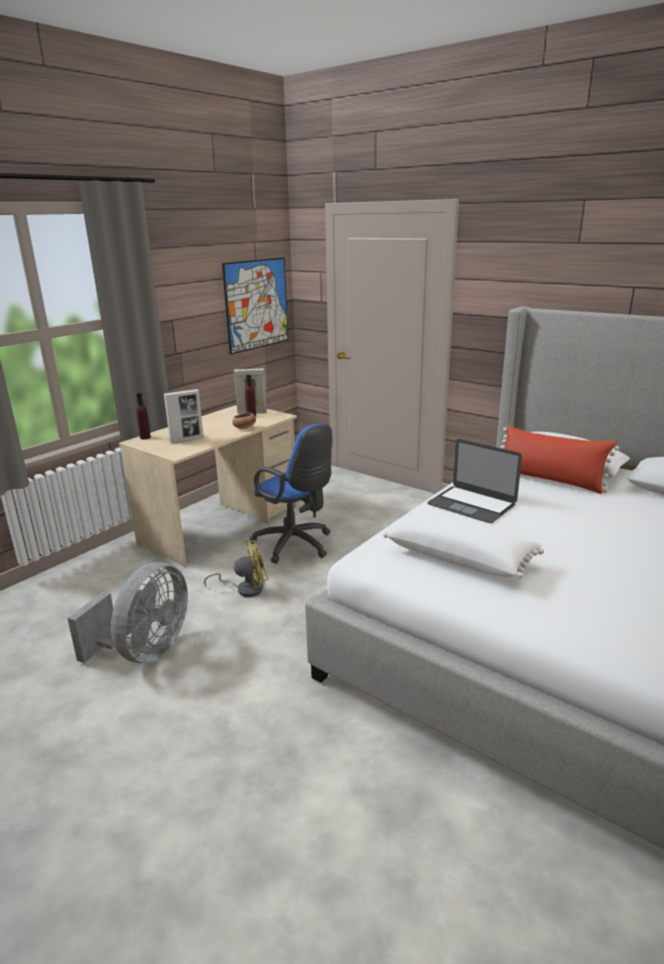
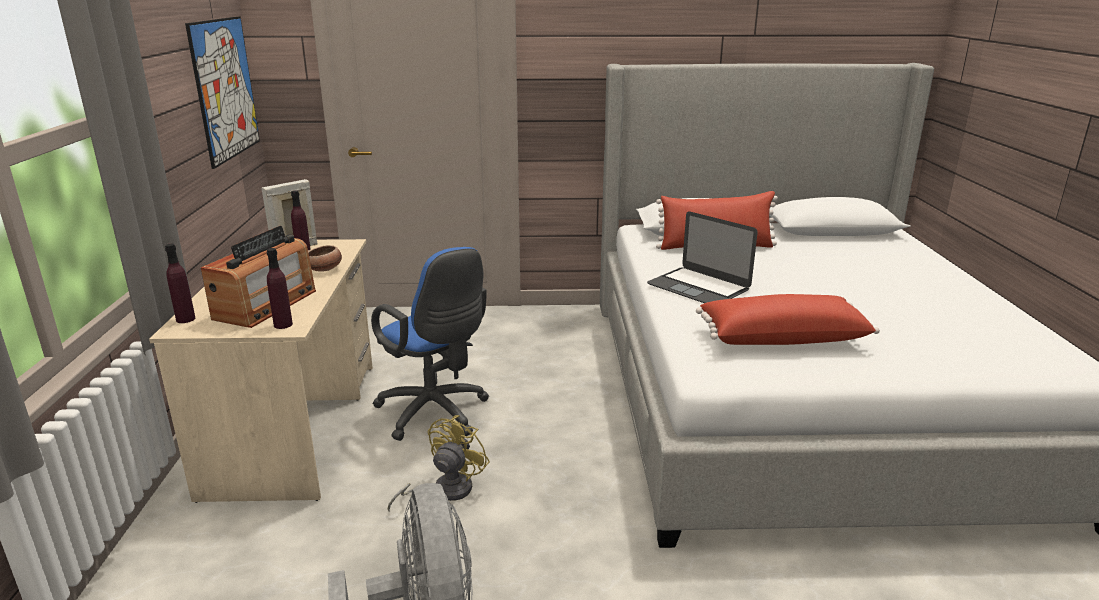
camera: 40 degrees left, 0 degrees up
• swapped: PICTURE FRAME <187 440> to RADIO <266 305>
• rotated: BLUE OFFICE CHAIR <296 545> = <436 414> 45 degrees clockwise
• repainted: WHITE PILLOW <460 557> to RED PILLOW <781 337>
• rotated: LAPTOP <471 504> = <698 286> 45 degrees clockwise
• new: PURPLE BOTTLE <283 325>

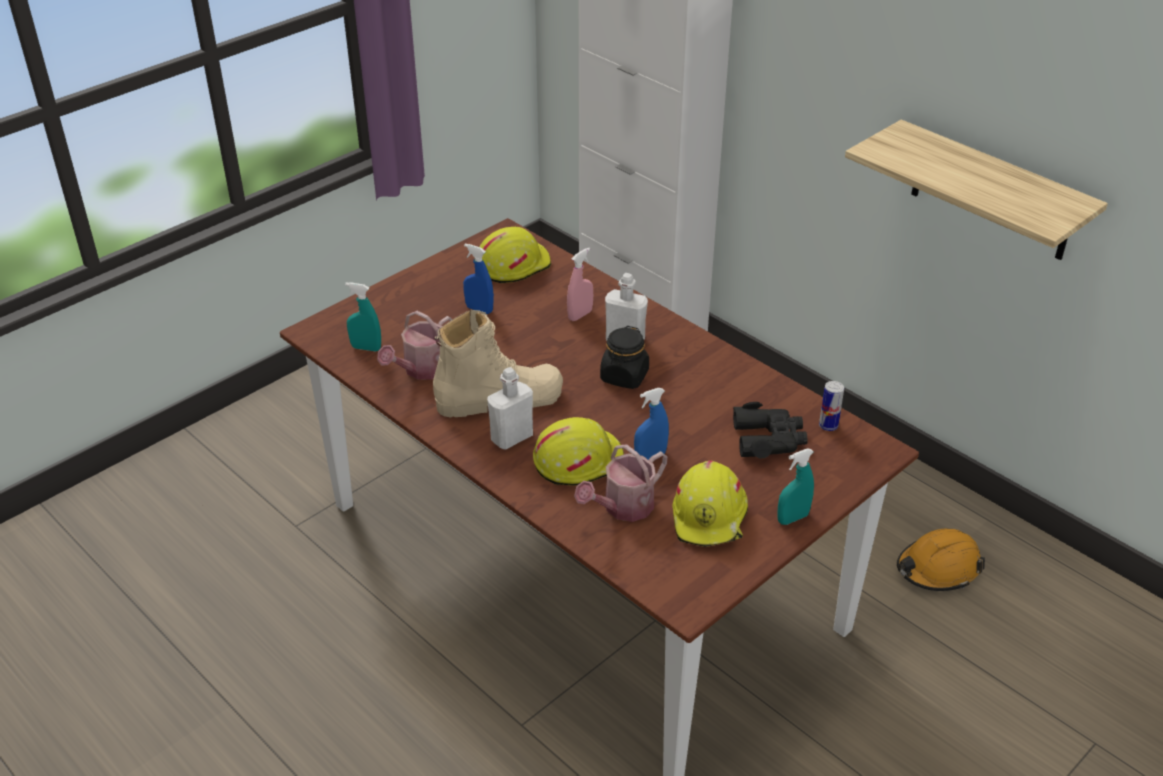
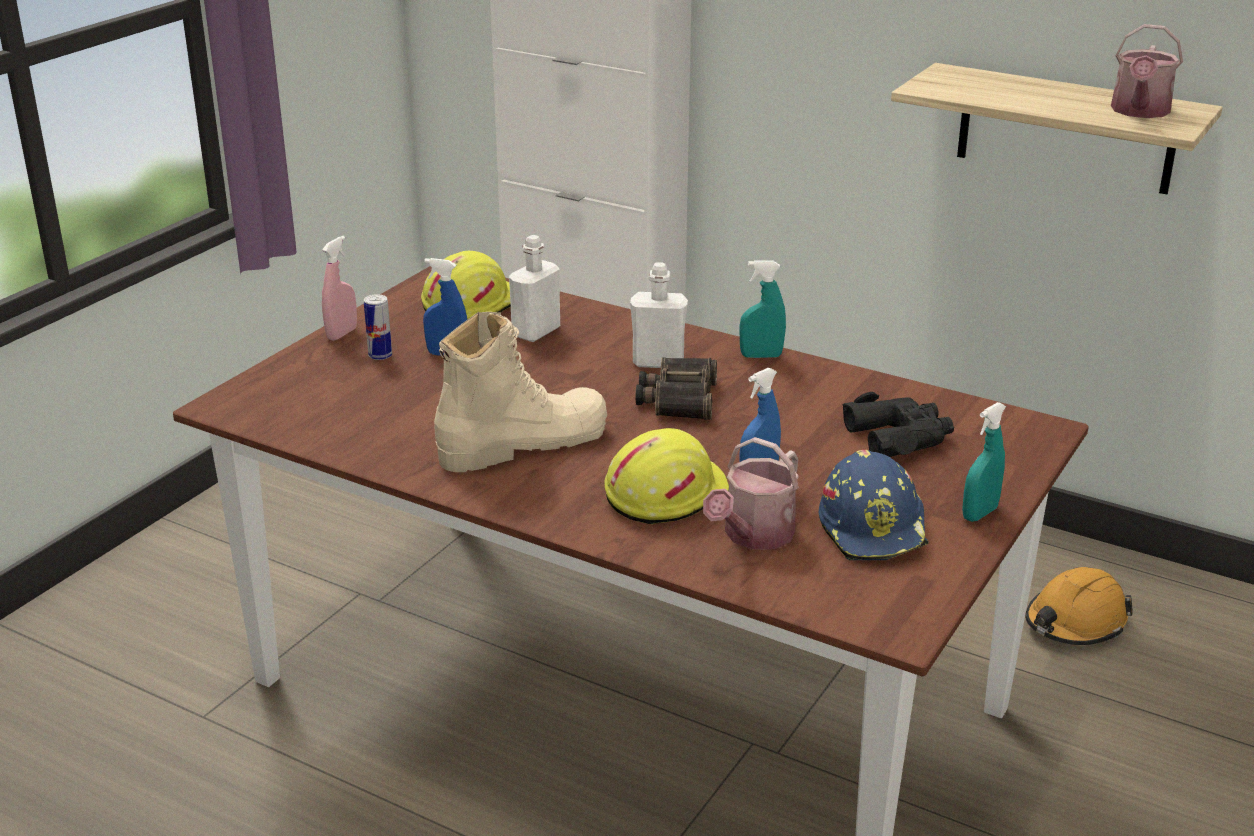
camera: 15 degrees left, 10 degrees down
• shifted: TURQUOISE SPRAY BOTTLE <366 348> to <761 356>
• shifted: WATERING CAN <421 370> to <1139 112>
• shifted: WHITE BOTTLE <512 437> to <536 332>
• shifted: PINK SPRAY BOTTLE <580 315> to <342 334>
• swapped: BLACK JAR <624 376> to BINOCULARS <678 398>
• repainted: YELLOW HARD HAT <710 517> to BLUE HARD HAT <874 528>
• shifted: CAN <828 425> to <380 356>

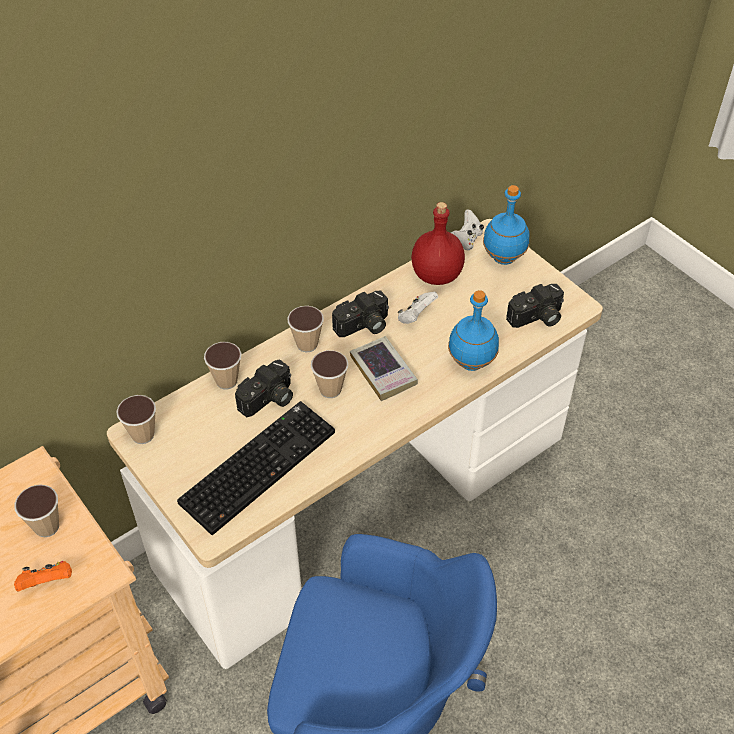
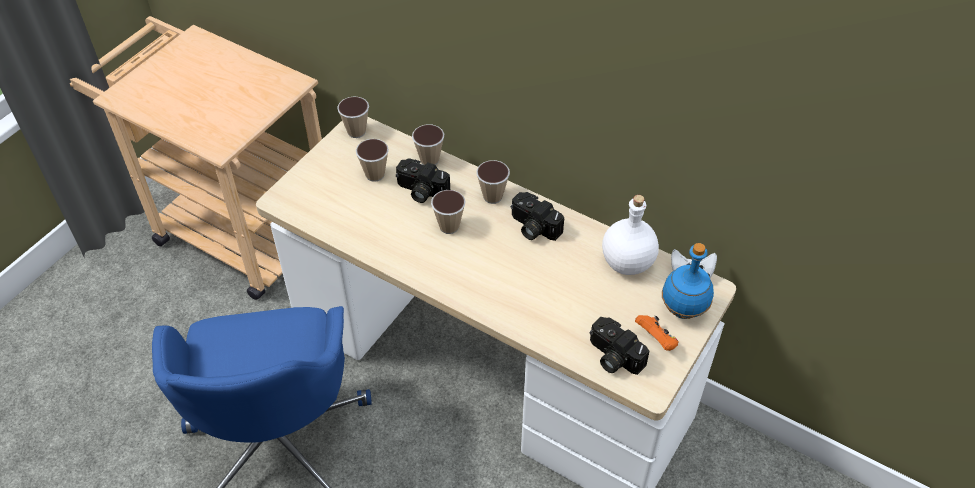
camera: 70 degrees right, 0 degrees up
• shifted: CUP <47 526> to <375 174>
• shifted: ORANGE GAME CONTROLLER <47 583> to <656 340>
• gone: KEYBOARD <258 464>
• gone: BOOK <383 372>
• gone: WHITE GAME CONTROLLER <416 317>
• repainted: RED BOTTLE <437 274> to WHITE BOTTLE <628 263>
• gone: BLUE BOTTLE <470 362>

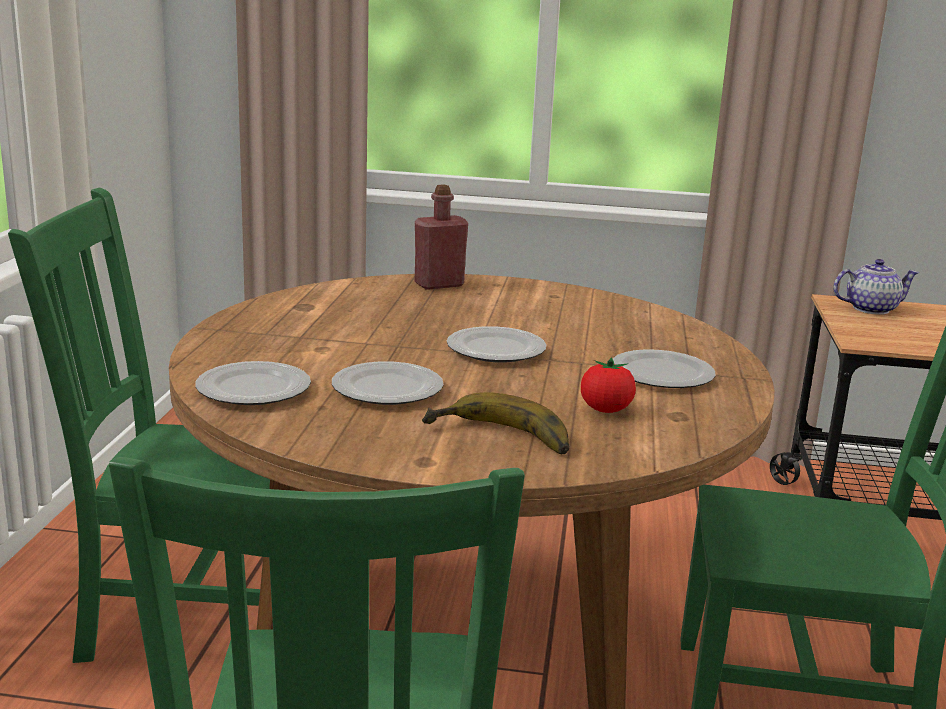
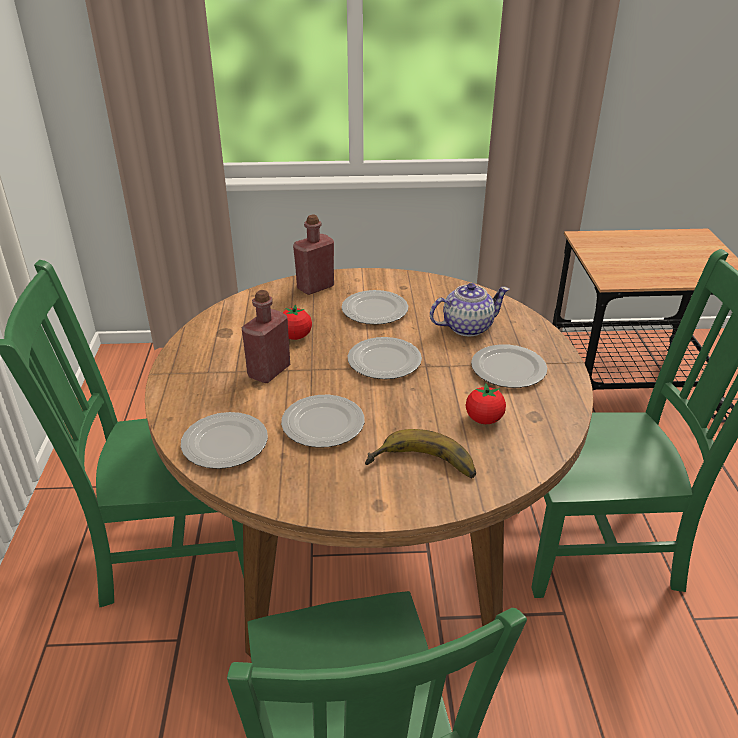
camera: 10 degrees left, 15 degrees up
• shifted: TEAPOT <870 309> to <466 327>
• new: RED BOTTLE <269 371>
• new: TOMATO <295 336>
• new: PLATE <375 311>

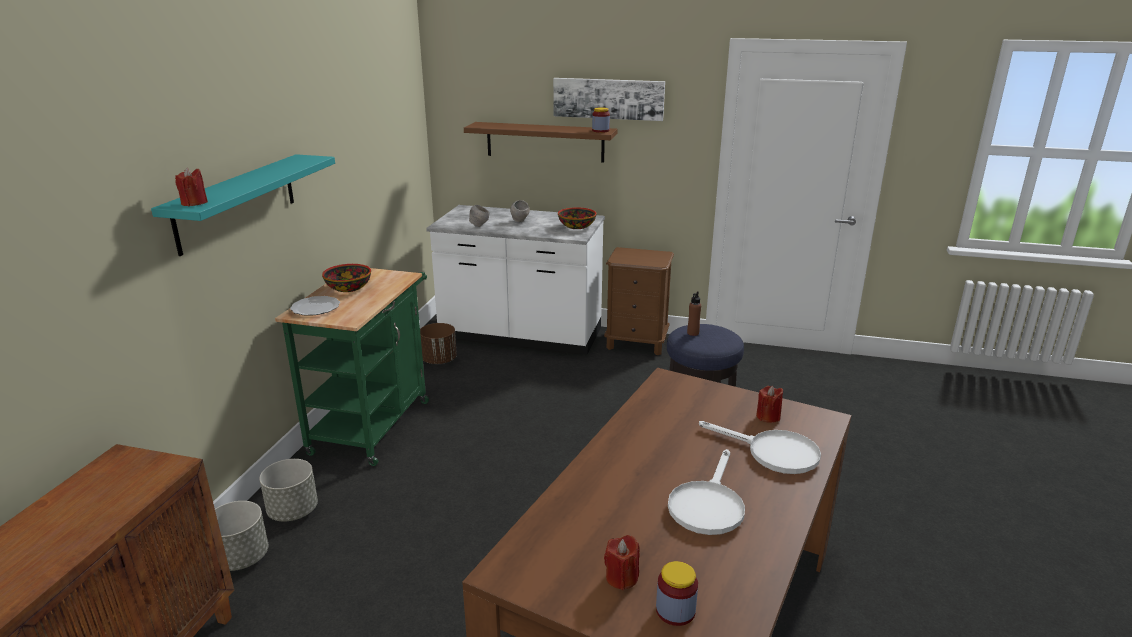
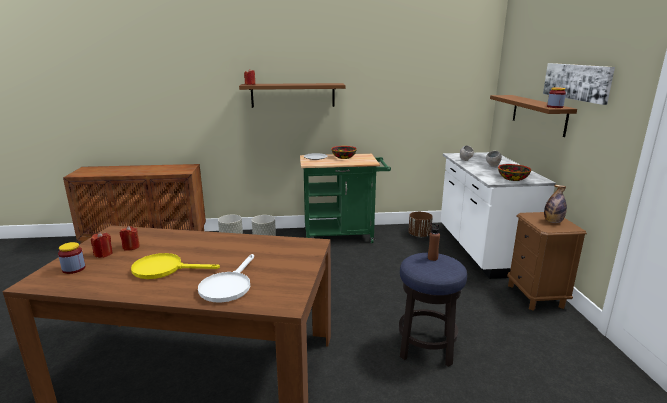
camera: 70 degrees right, 5 degrees down
• repainted: TURQUOISE SHELF <237 202> to BROWN SHELF <293 95>
• repainted: WHITE FRYING PAN <707 505> to YELLOW FRYING PAN <164 269>
• shifted: RED CANDLE <768 416> to <131 247>
• new: BOTTLE <552 222>

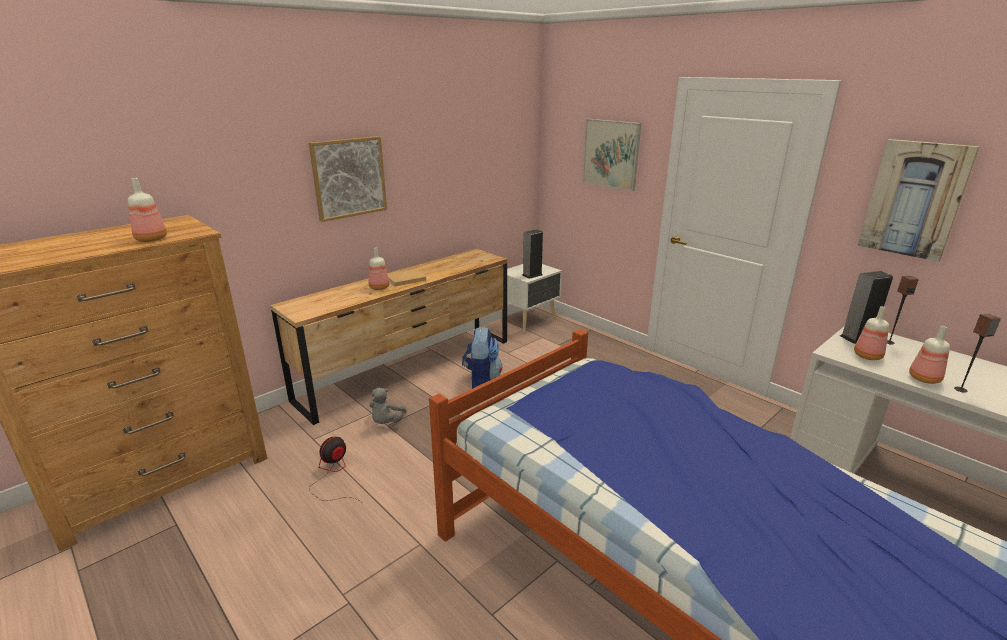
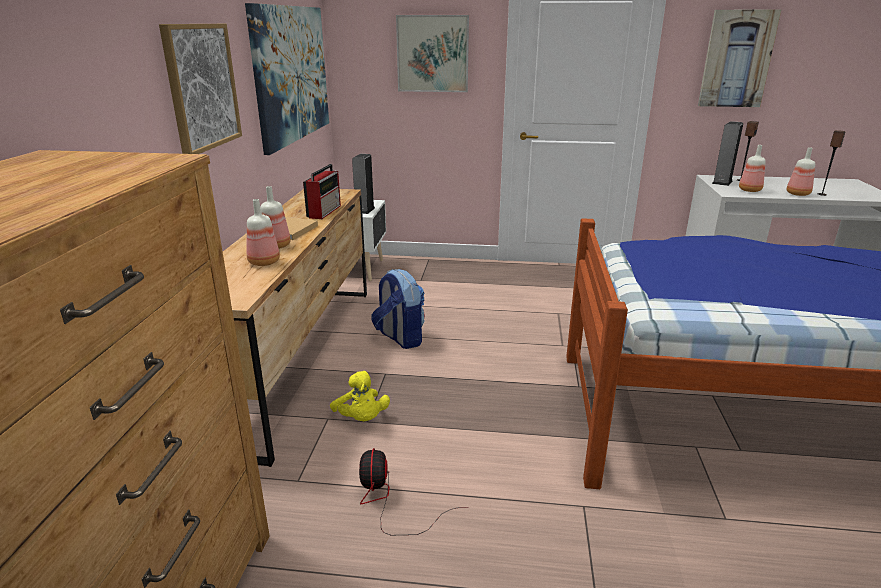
camera: 40 degrees left, 0 degrees up
• shifted: BOTTLE <151 239> to <263 262>
• repainted: GREY PLUSH TOY <386 422> to YELLOW PLUSH TOY <361 419>
• new: PICTURE <292 74>
• new: RADIO <325 211>

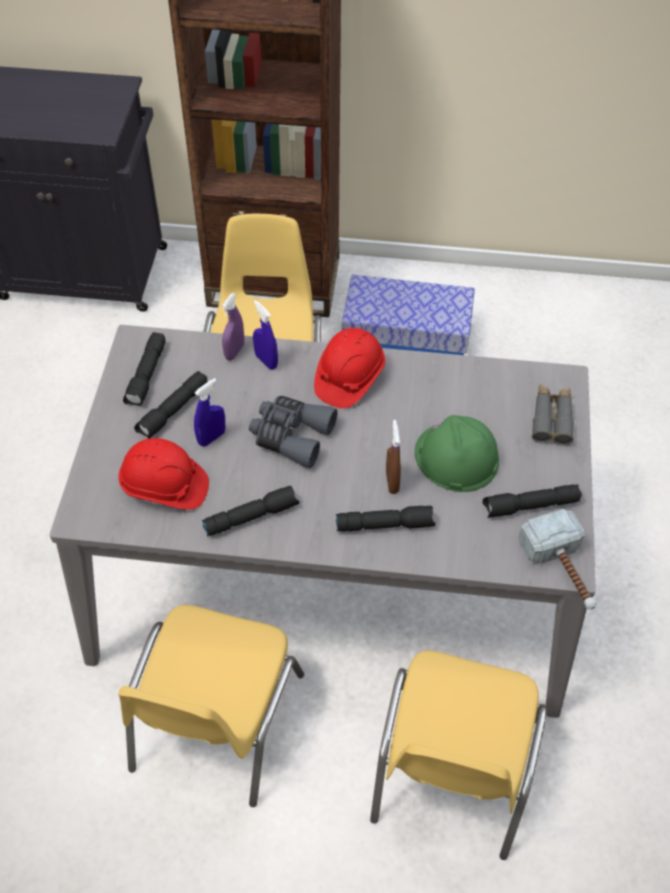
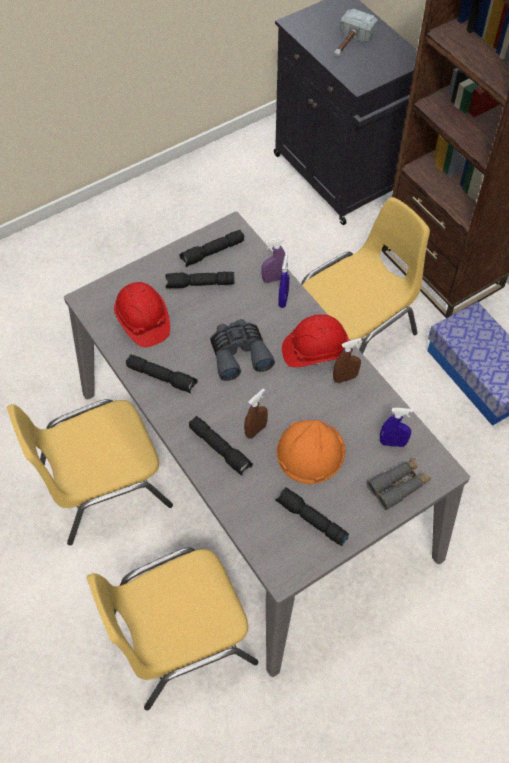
camera: 50 degrees right, 5 degrees up
• shifted: BLUE SPRAY BOTTLE <211 438> to <393 443>
• repainted: GREEN HARD HAT <456 457> to ORANGE HARD HAT <310 451>
• shifted: HAMMER <563 571> to <349 44>
• new: BROWN SPRAY BOTTLE <345 378>

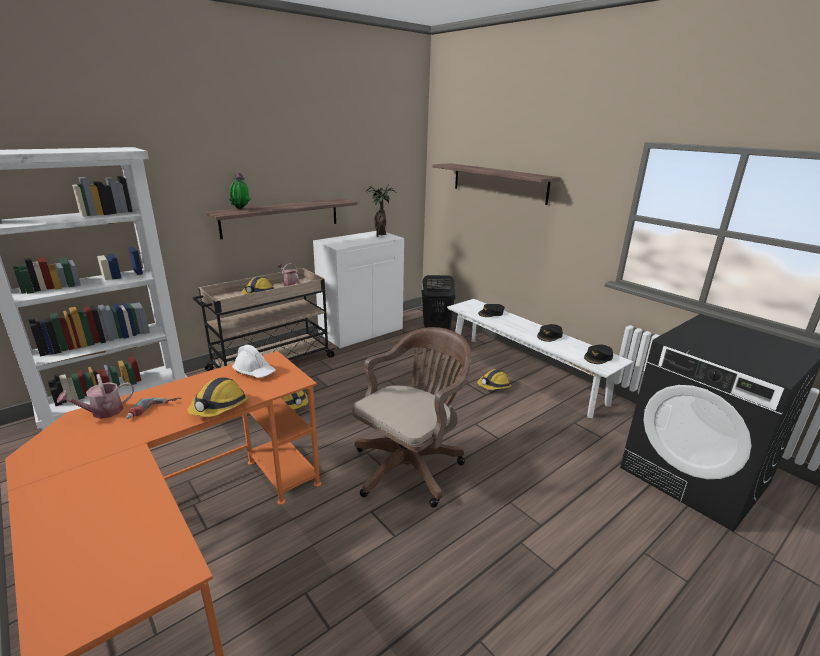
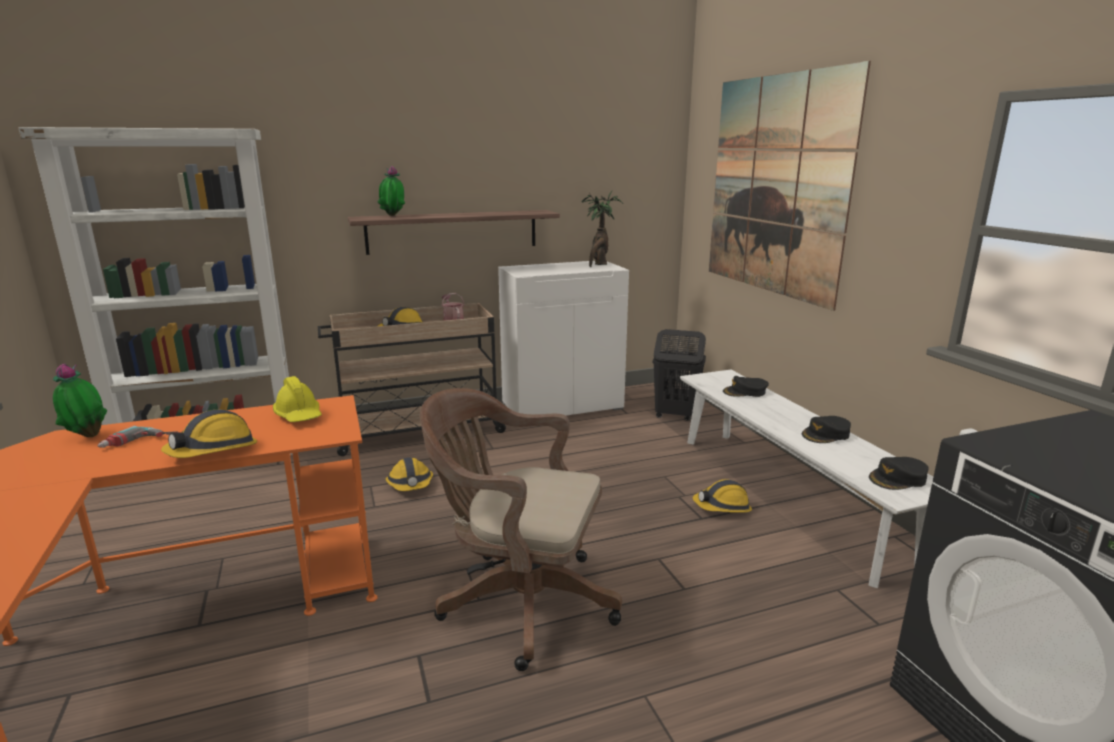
camera: 20 degrees right, 5 degrees down
• swapped: WATERING CAN <102 412> to POTTED PLANT <87 436>
• repainted: WHITE HARD HAT <254 371> to YELLOW HARD HAT <299 415>
• rotated: BROWN OFFICE CHAIR <411 465> = <519 601> 135 degrees counterclockwise
• swapped: SHELF <498 182> to PICTURE <775 186>

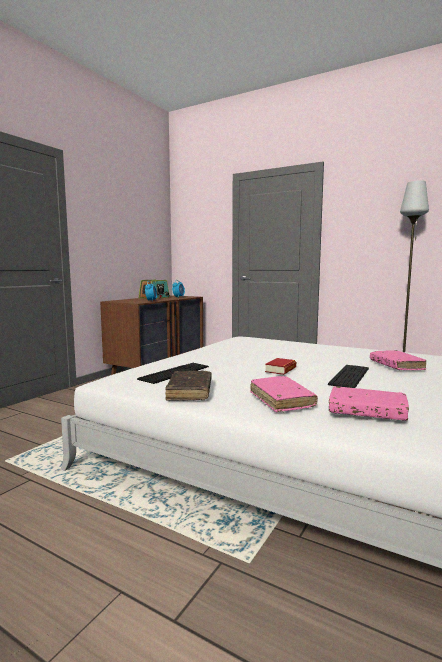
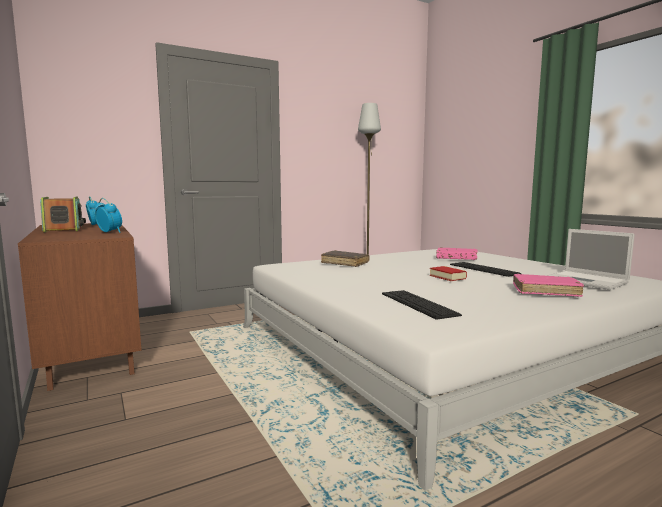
camera: 60 degrees left, 0 degrees up
• shifted: BROWN BOOK <190 392> to <345 263>
• swapped: PINK BOOK <367 412> to LAPTOP <587 281>

